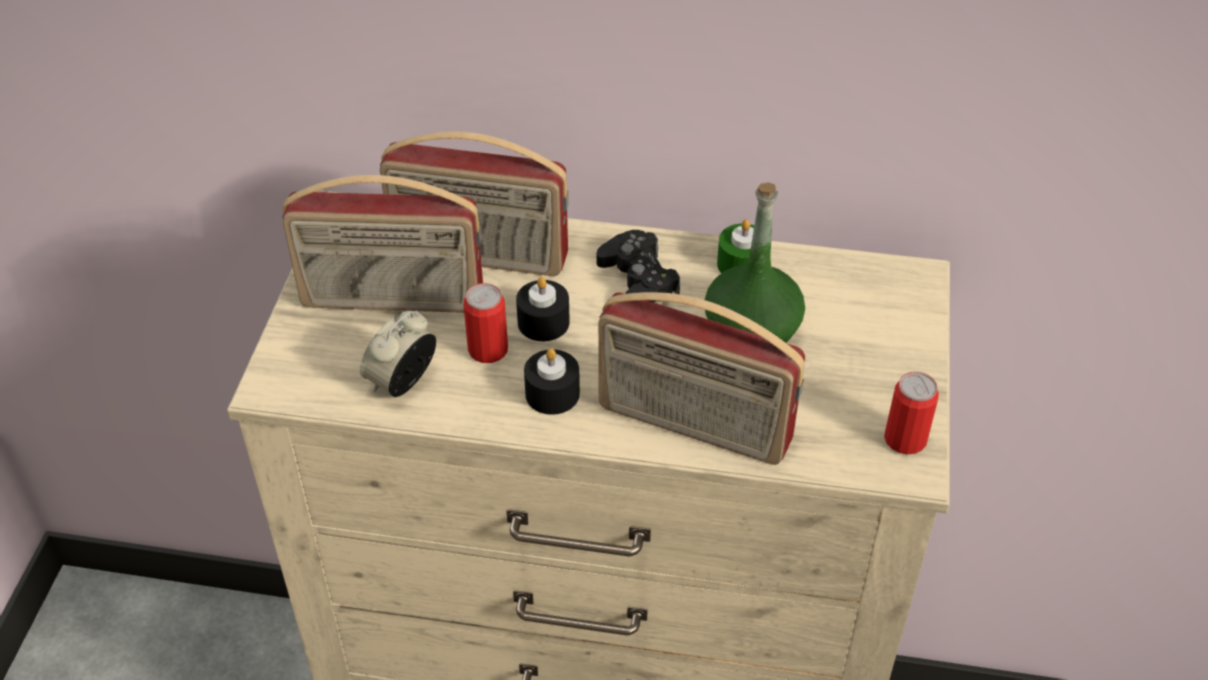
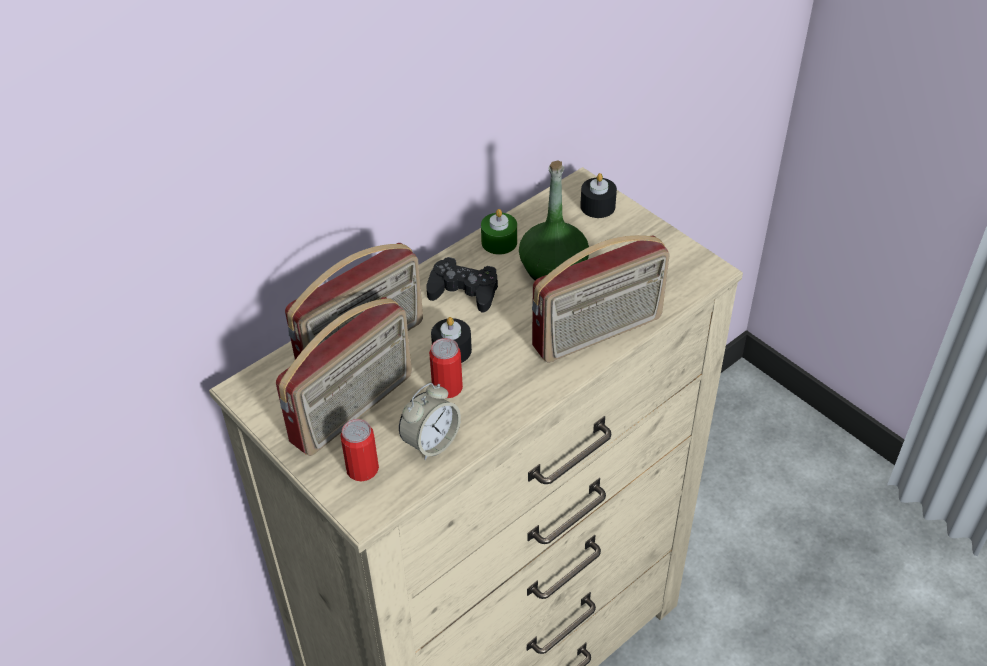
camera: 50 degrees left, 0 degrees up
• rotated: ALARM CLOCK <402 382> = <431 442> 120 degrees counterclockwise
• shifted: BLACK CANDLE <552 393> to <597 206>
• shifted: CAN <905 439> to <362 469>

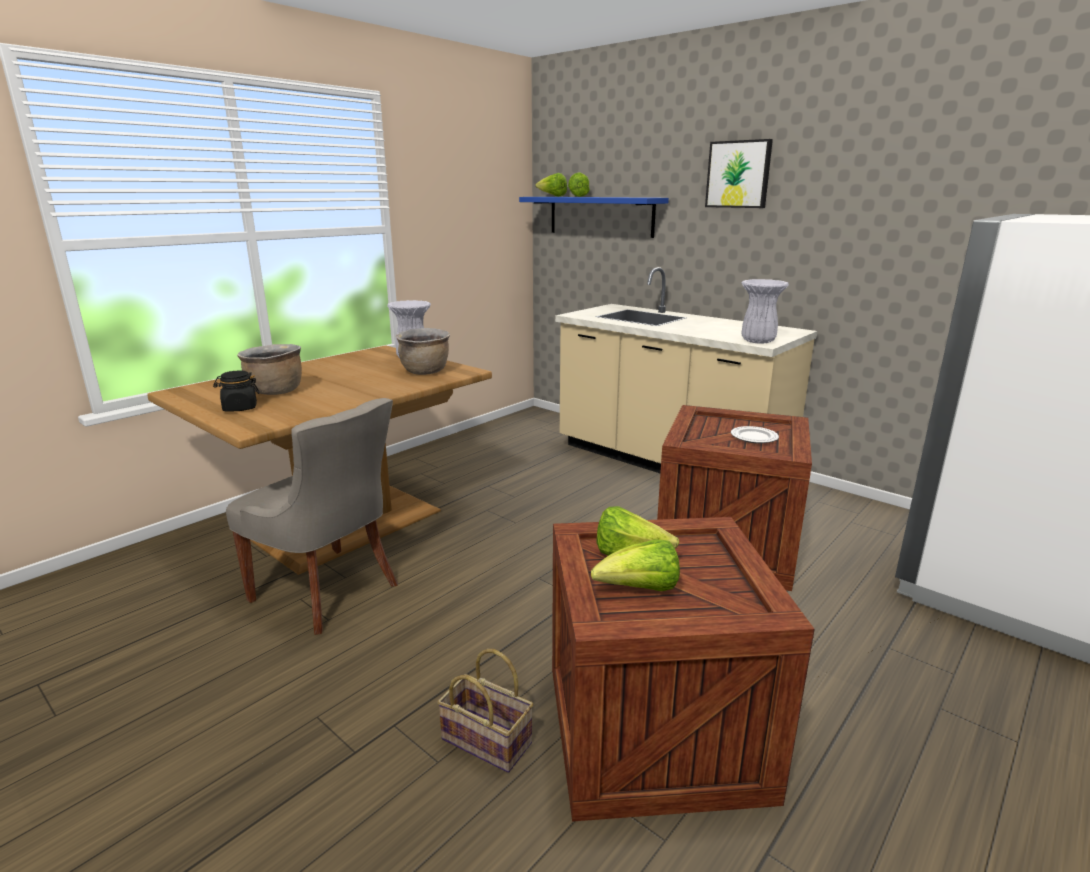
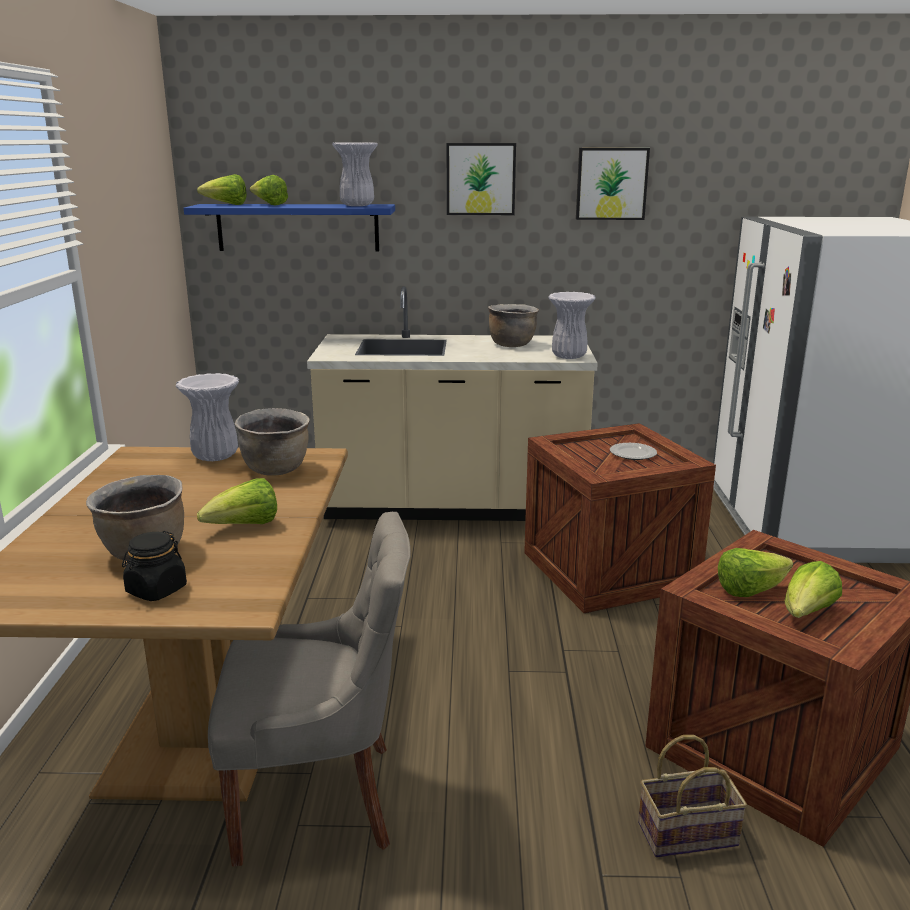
camera: 40 degrees left, 0 degrees up
• new: LETTUCE <244 527>
• new: WHITE VASE <357 205>
• new: BROWN COOKING POT <512 344>
• new: PICTURE <611 184>

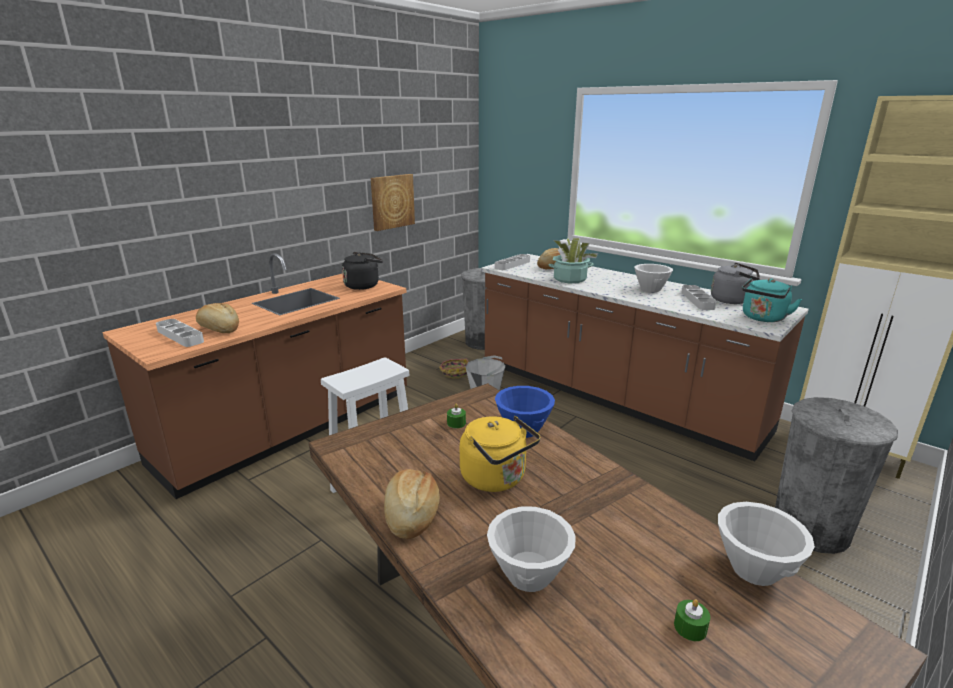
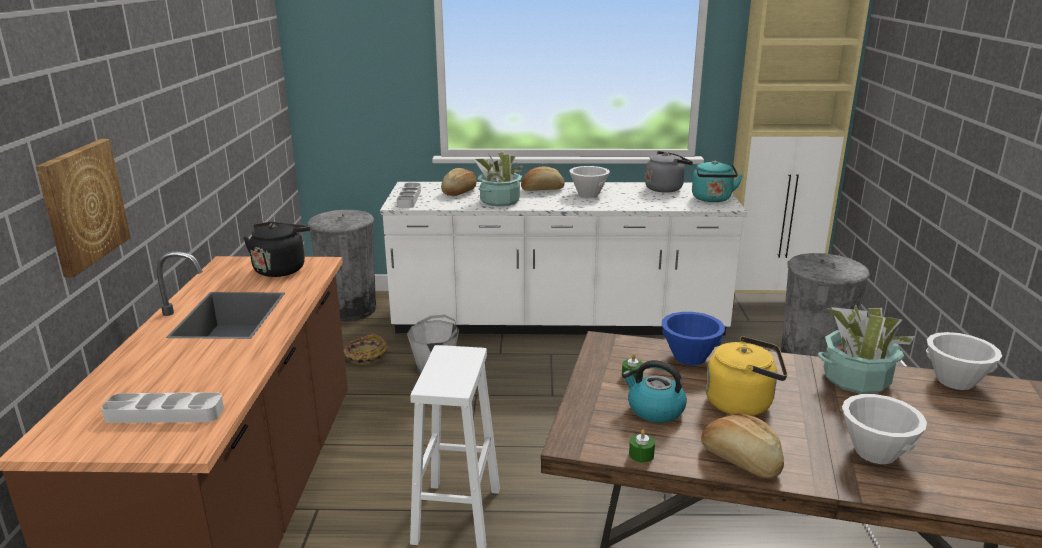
camera: 40 degrees left, 0 degrees up
• shifted: BREAD <219 329> to <542 189>
• shifted: PICTURE <392 201> to <82 205>
• repainted: BROWN COUNTER <613 397> to WHITE COUNTER <558 322>
• shifted: GREEN CANDLE <690 627> to <641 454>
• gone: GREY TRAY <697 300>
• new: KETTLE <654 410>
• new: POTTED PLANT <855 380>

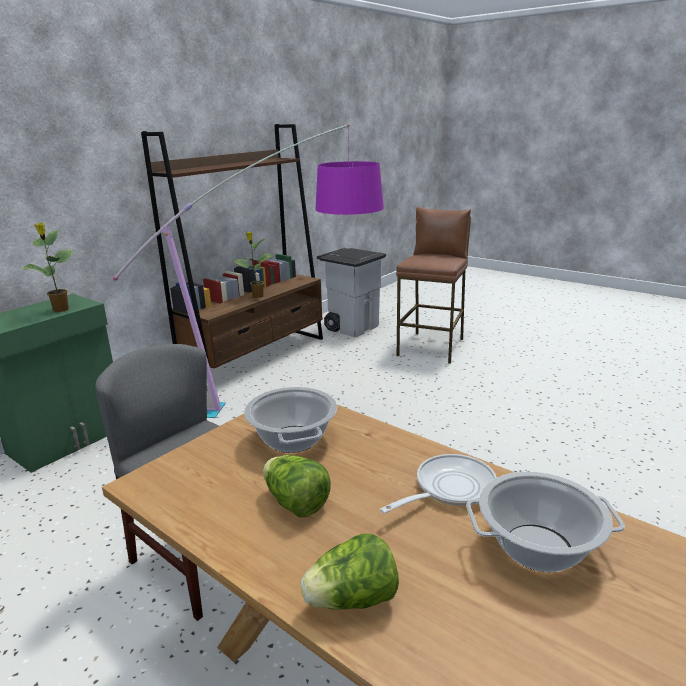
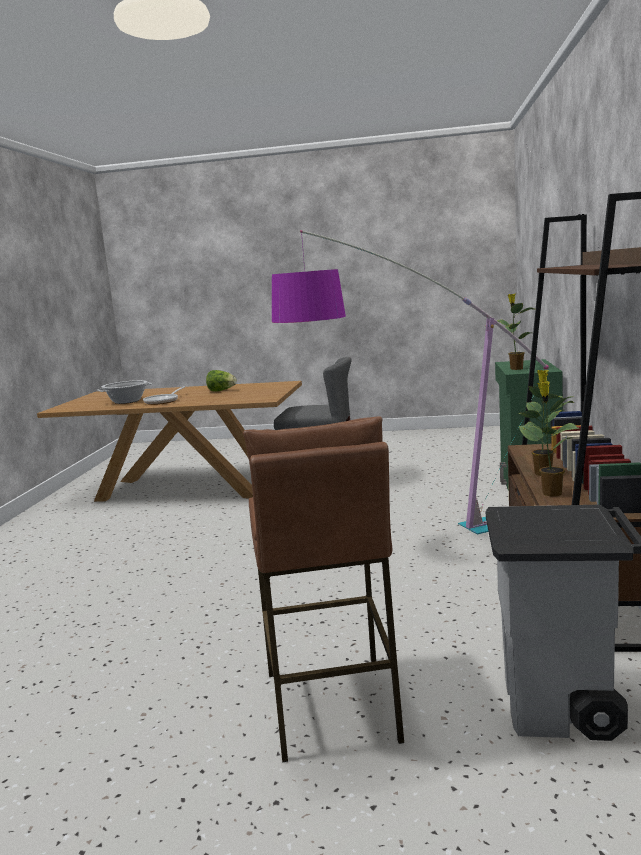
camera: 150 degrees right, 10 degrees down
• gone: COOKING POT <293 439>
• gone: LETTUCE <352 600>
• new: POTTED PLANT <550 493>

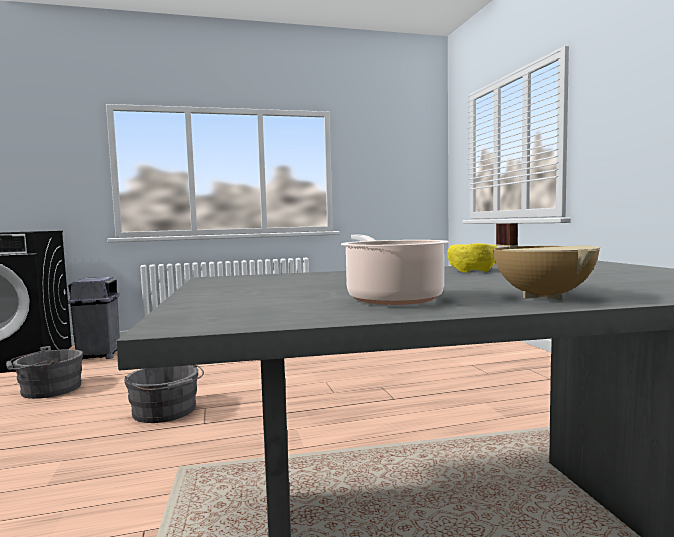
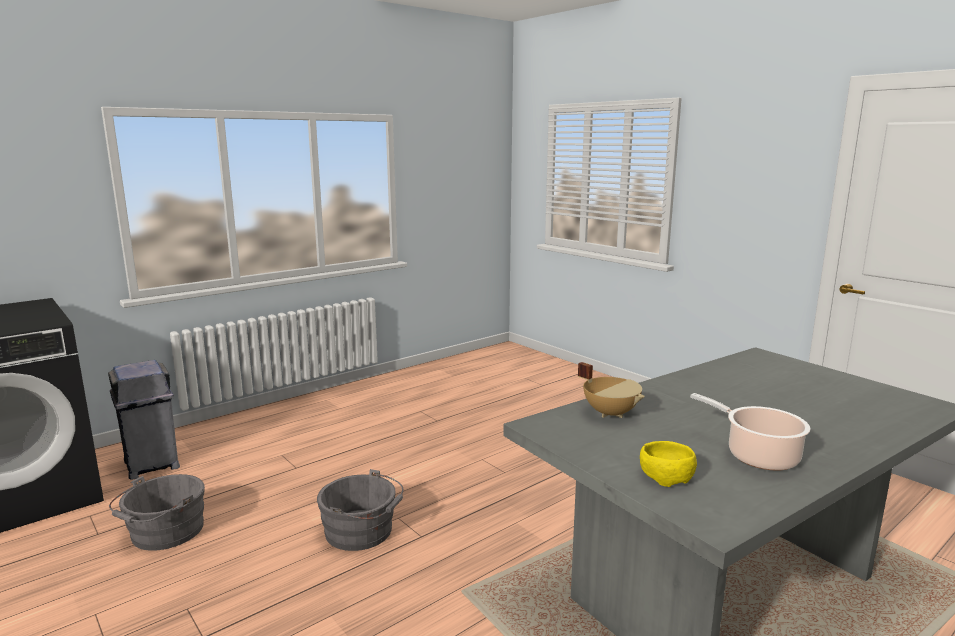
camera: 25 degrees left, 10 degrees up
• shifted: YELLOW BOWL <471 270> to <665 476>
• shifted: BEIGE COOKING POT <544 296> to <611 413>

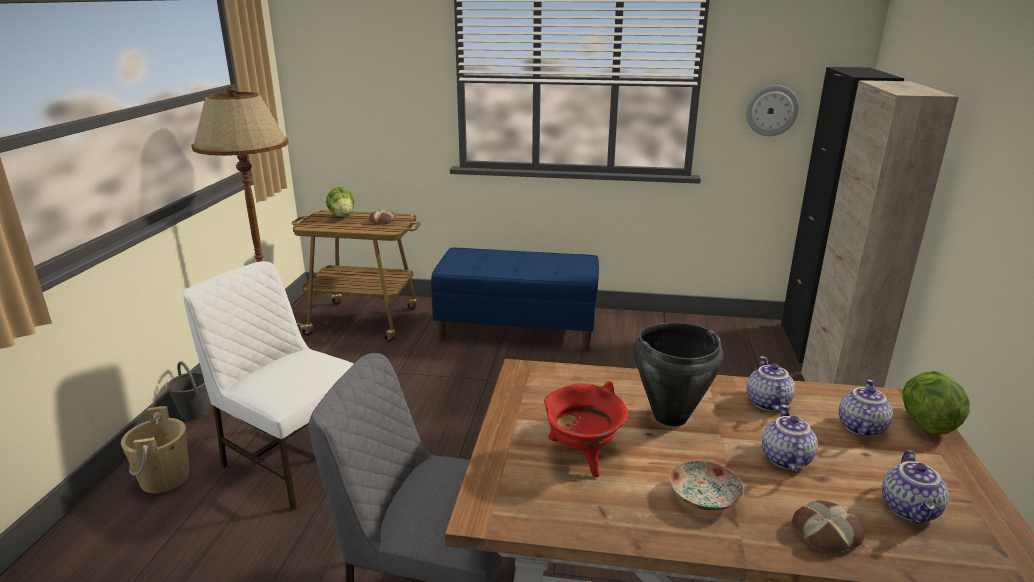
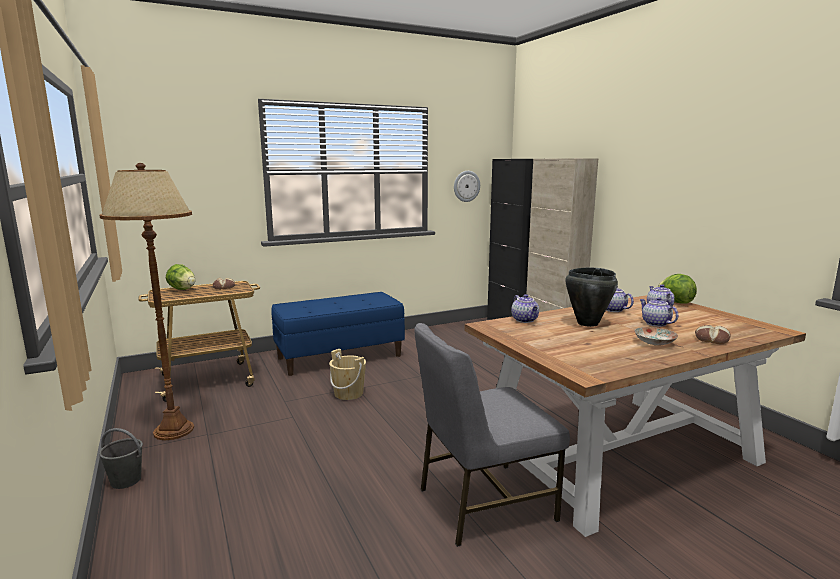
camera: 35 degrees left, 10 degrees down
• shifted: BEIGE BUCKET <165 478> to <348 393>
• gone: WHITE CHAIR <294 459>
• gone: RED COOKING POT <583 456>
• shifted: TEAPOT <911 510> to <525 320>

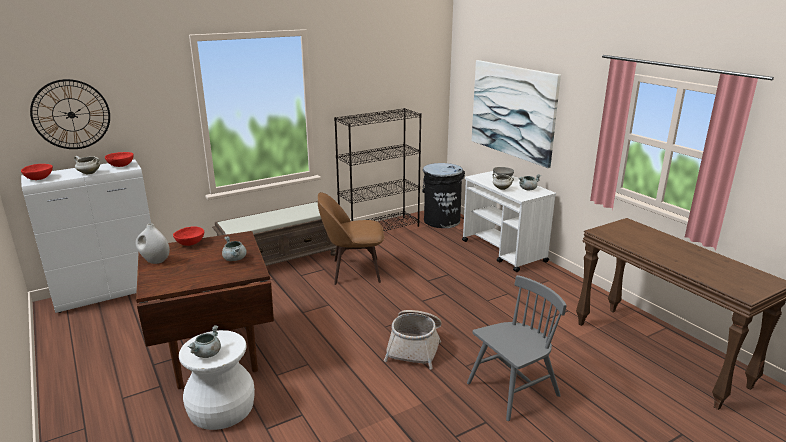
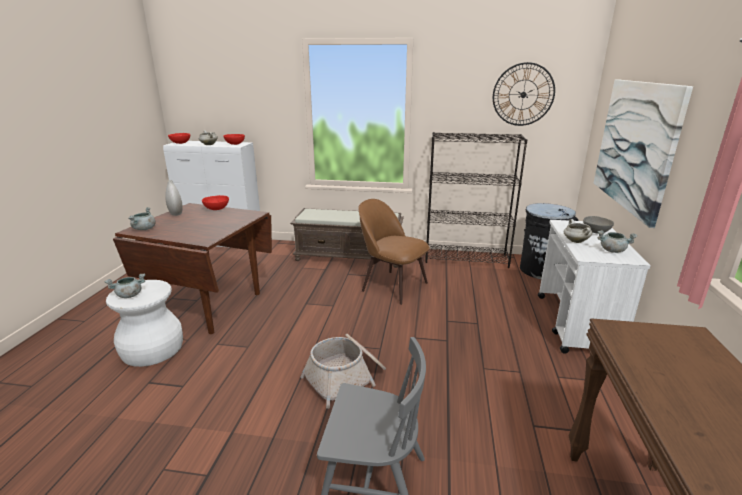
camera: 40 degrees right, 0 degrees up
• shifted: WALL CLOCK <71 114> to <523 94>
• shifted: GREY COOKING POT <235 259> to <144 229>

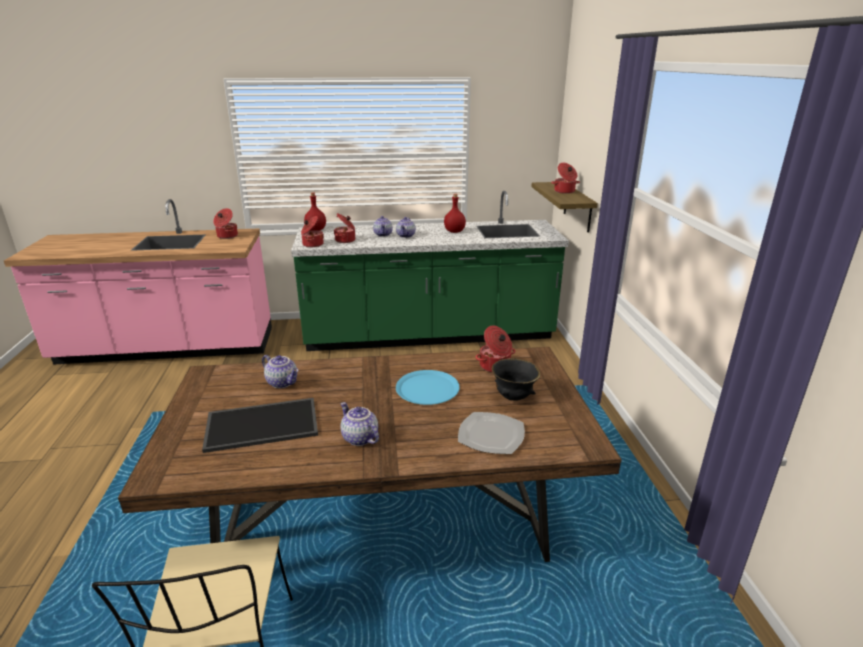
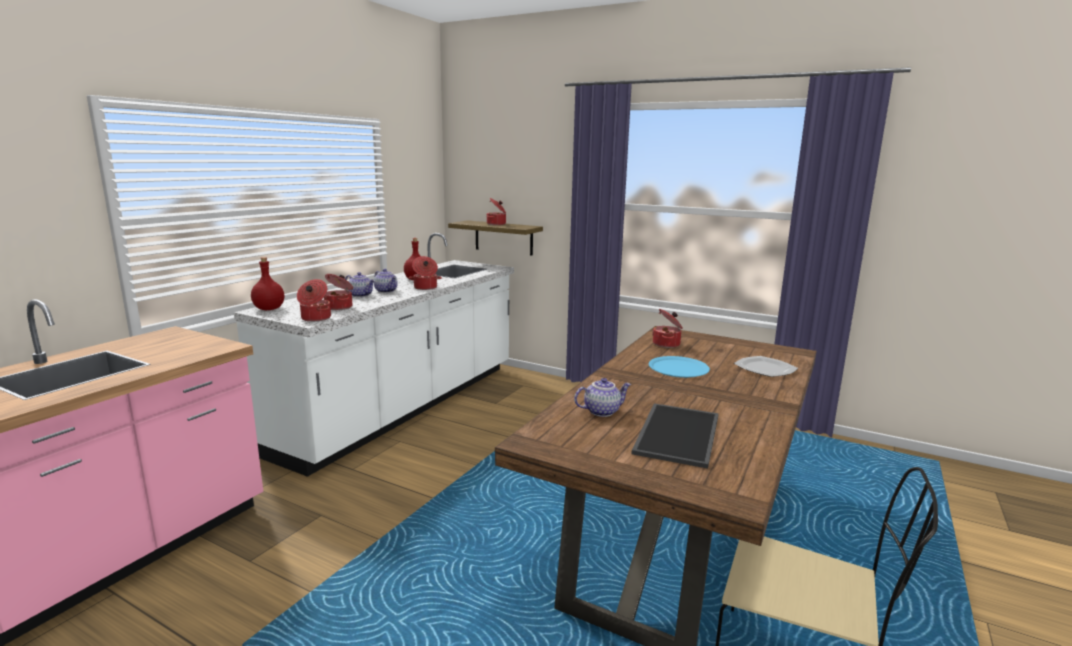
camera: 55 degrees left, 10 degrees down
• shifted: COOKING POT <226 236> to <425 288>
• repainted: GREEN COUNTER <429 335> to WHITE COUNTER <405 407>
• gone: TEAPOT <359 438>
• gone: BLACK BOWL <513 397>

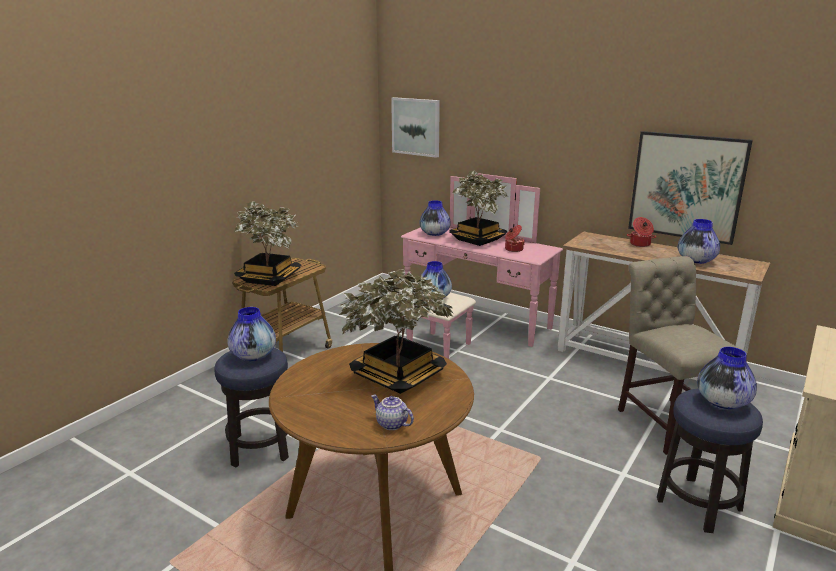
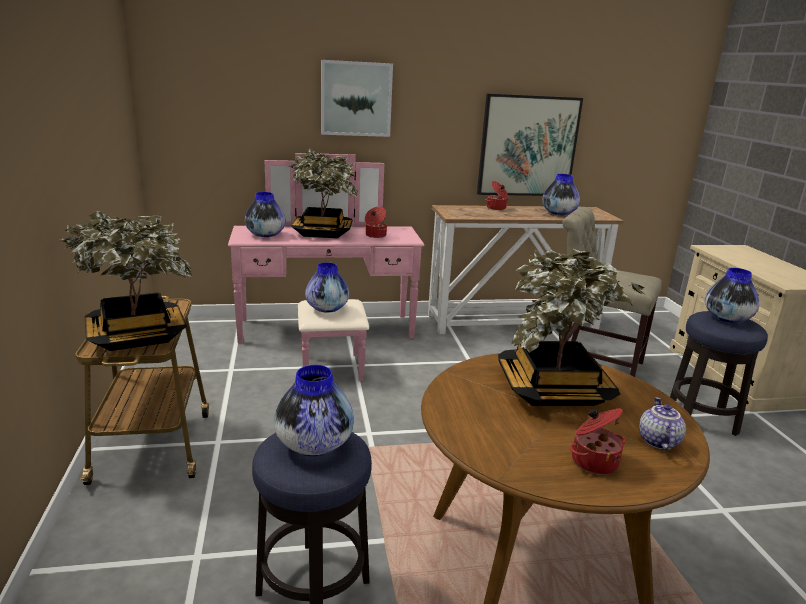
camera: 45 degrees left, 0 degrees up
• rotated: TEAPOT <391 424> = <657 441> 105 degrees clockwise
• shifted: PICTURE <416 126> to <356 99>
• new: COOKING POT <593 461>

